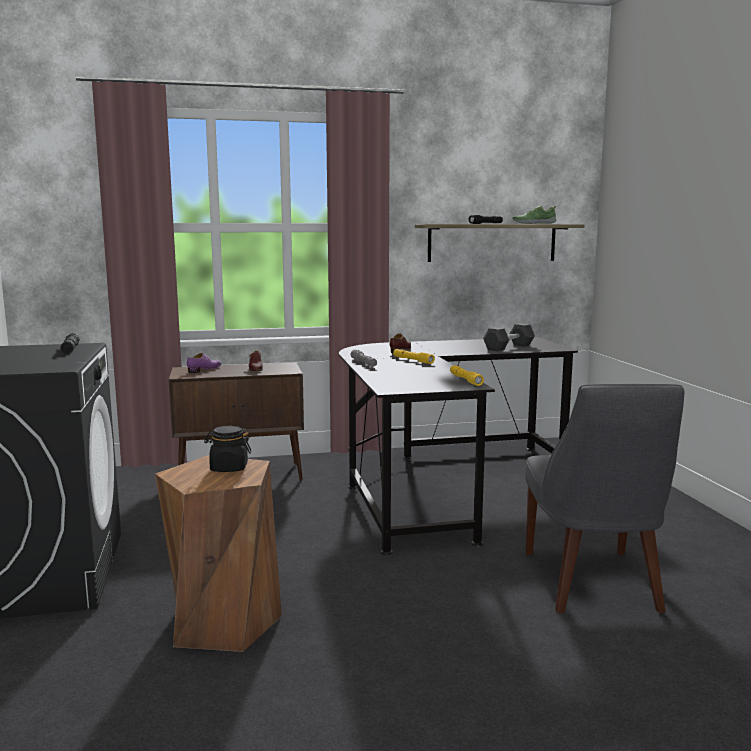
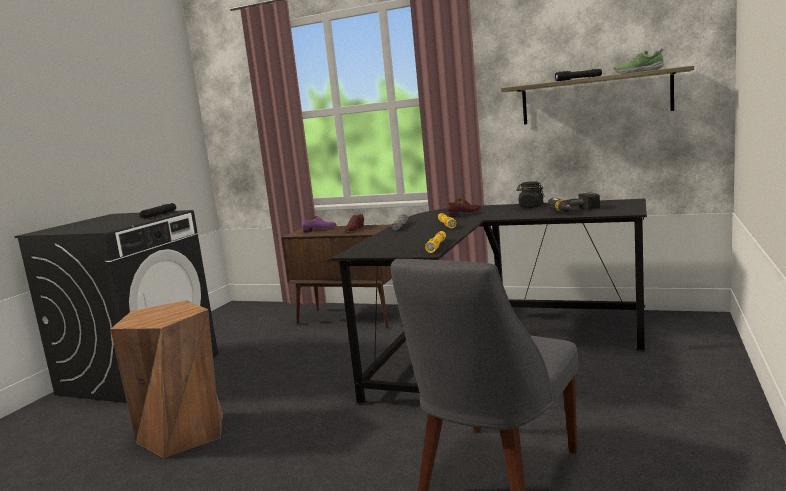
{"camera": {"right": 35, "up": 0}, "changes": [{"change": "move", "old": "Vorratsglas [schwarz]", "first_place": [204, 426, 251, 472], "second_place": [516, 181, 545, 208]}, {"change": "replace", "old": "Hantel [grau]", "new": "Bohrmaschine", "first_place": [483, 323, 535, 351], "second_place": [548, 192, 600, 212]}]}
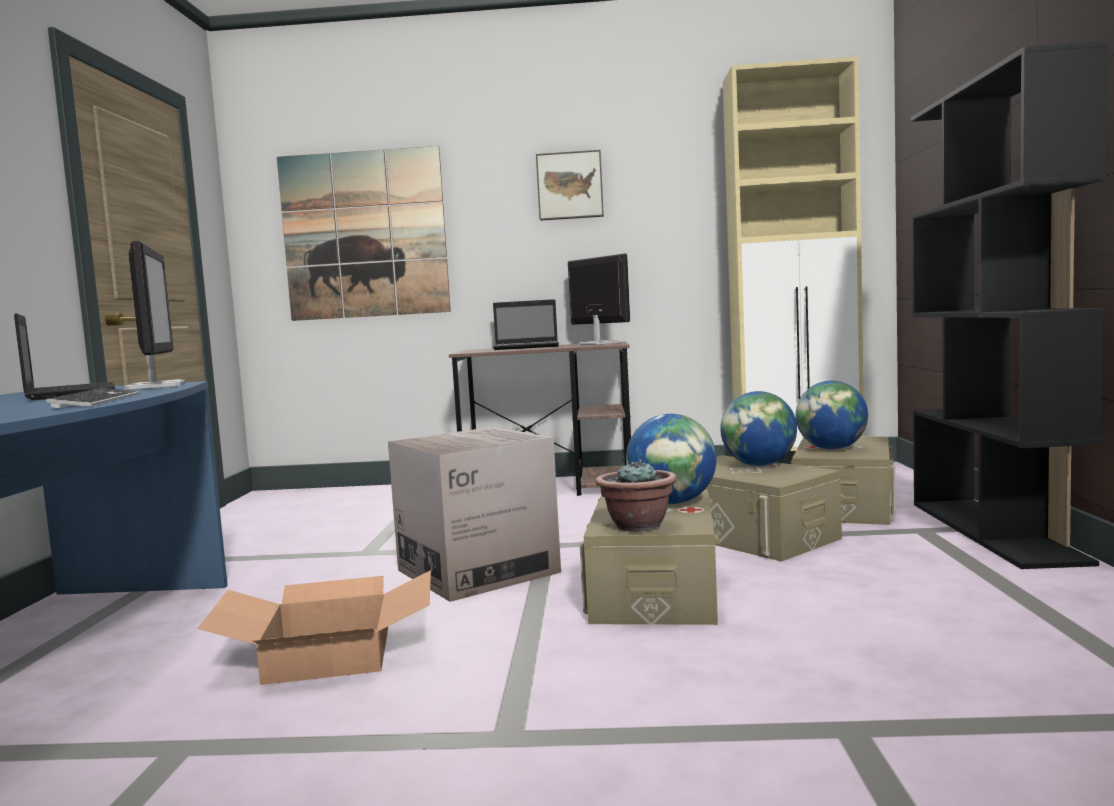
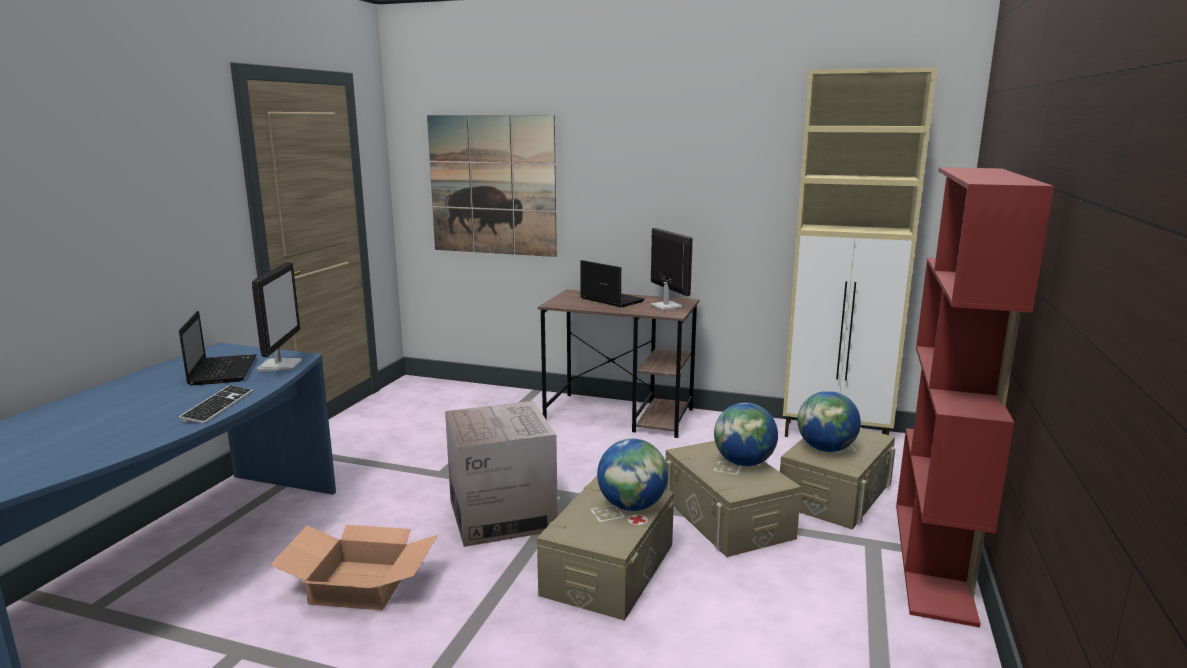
{"camera": {"right": 15, "up": 10}, "changes": [{"change": "rotate", "old": "Laptop", "first_place": [493, 299, 559, 350], "second_place": [580, 260, 645, 307], "degrees": -150}, {"change": "delete", "old": "Bild", "first_place": [536, 150, 604, 221]}, {"change": "delete", "old": "Topfpflanze", "first_place": [595, 459, 677, 532]}, {"change": "recolor", "old": "Bücherregal [schwarz]", "new": "Bücherregal [rot]", "first_place": [911, 40, 1108, 569], "second_place": [896, 167, 1054, 627]}]}
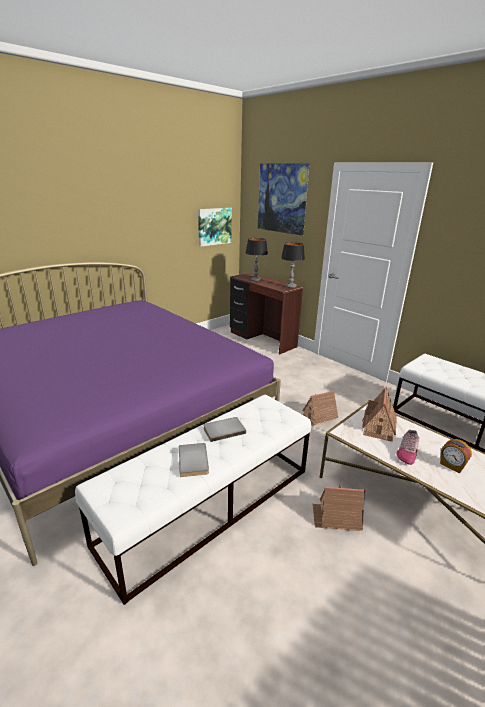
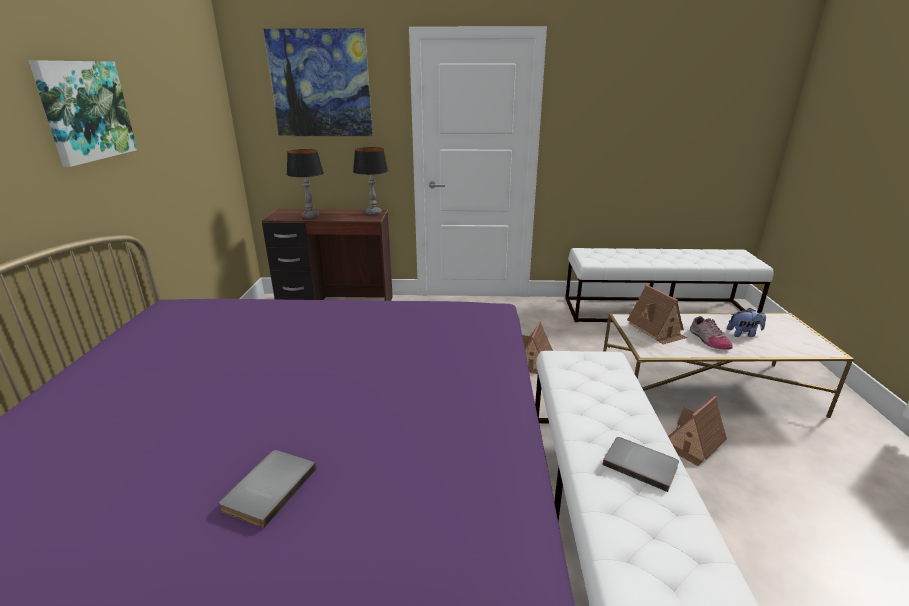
{"camera": {"right": -45, "up": 0}, "changes": [{"change": "move", "old": "Bild", "first_place": [198, 208, 232, 247], "second_place": [29, 60, 137, 167]}, {"change": "move", "old": "Buch [grau]", "first_place": [203, 417, 246, 442], "second_place": [219, 450, 317, 528]}, {"change": "replace", "old": "Wecker", "new": "Plüschtier", "first_place": [440, 439, 472, 474], "second_place": [727, 308, 766, 337]}]}
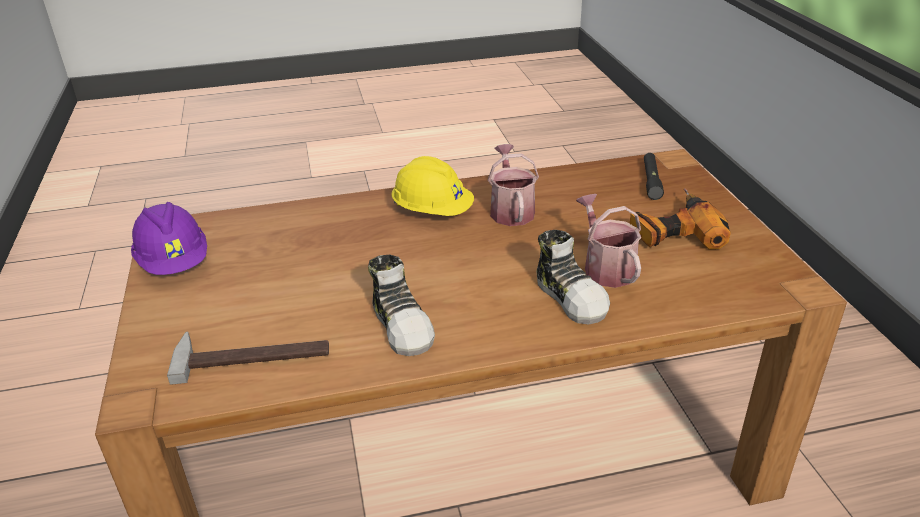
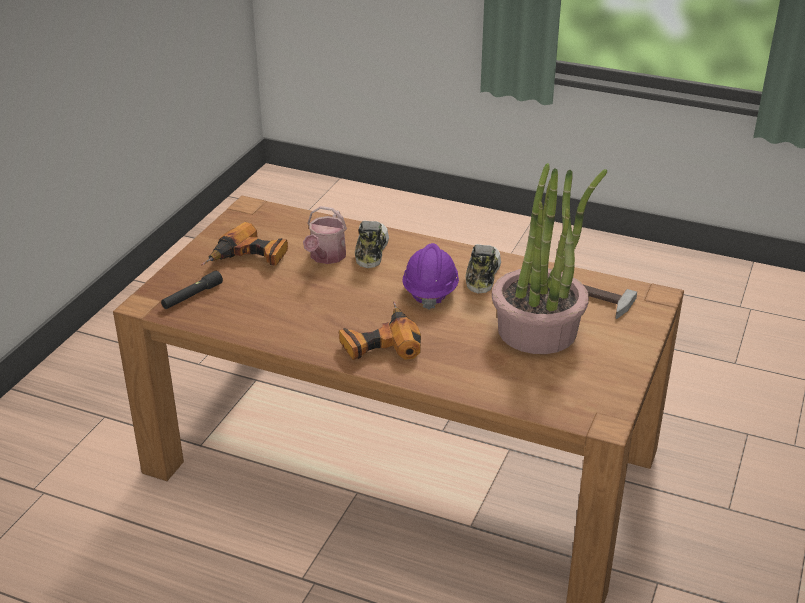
{"camera": {"right": -145, "up": 0}, "changes": [{"change": "move", "old": "Schutzhelm [lila]", "first_place": [131, 202, 207, 275], "second_place": [403, 243, 459, 310]}, {"change": "replace", "old": "Schutzhelm [gelb]", "new": "Bohrmaschine", "first_place": [391, 156, 474, 216], "second_place": [339, 302, 421, 360]}, {"change": "delete", "old": "Gießkanne", "first_place": [488, 144, 539, 226]}, {"change": "insert", "new": "Topfpflanze", "second_place": [492, 163, 607, 354]}]}
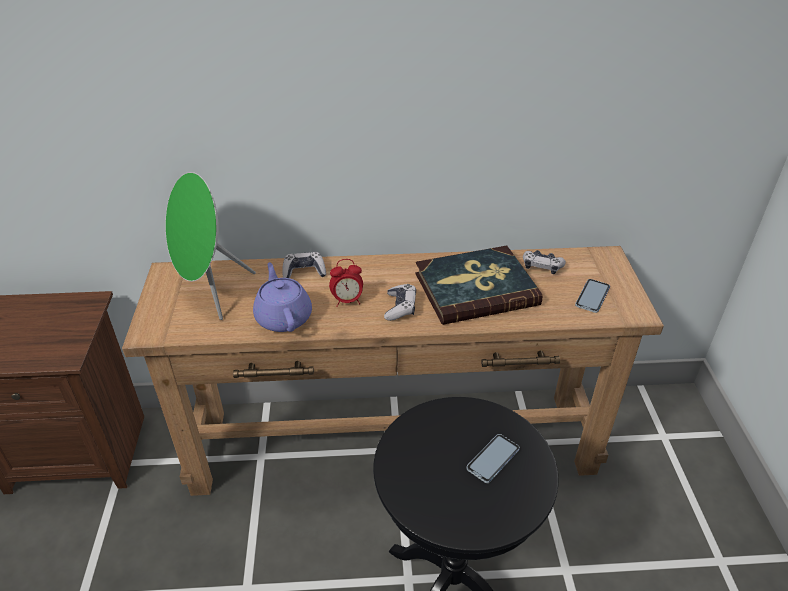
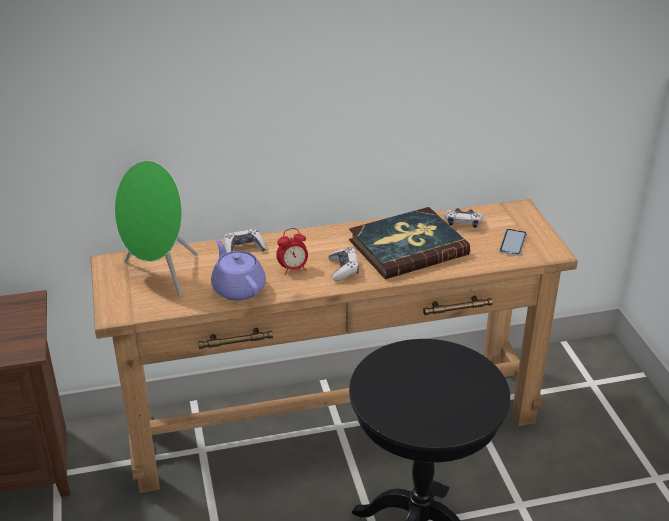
{"camera": {"right": -10, "up": -5}, "changes": [{"change": "delete", "old": "Handy", "first_place": [466, 434, 520, 483]}]}
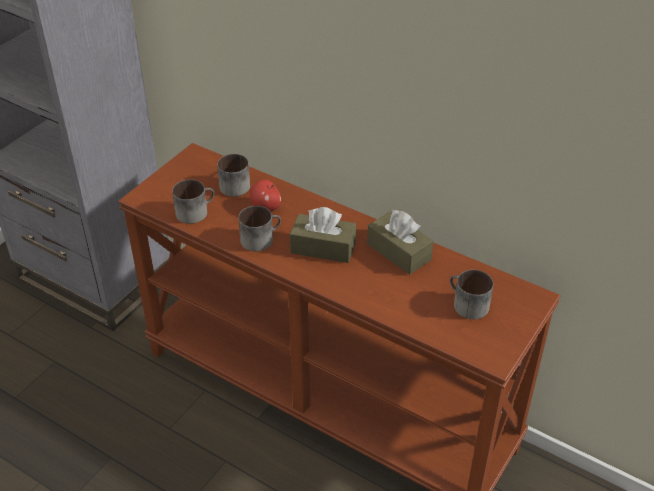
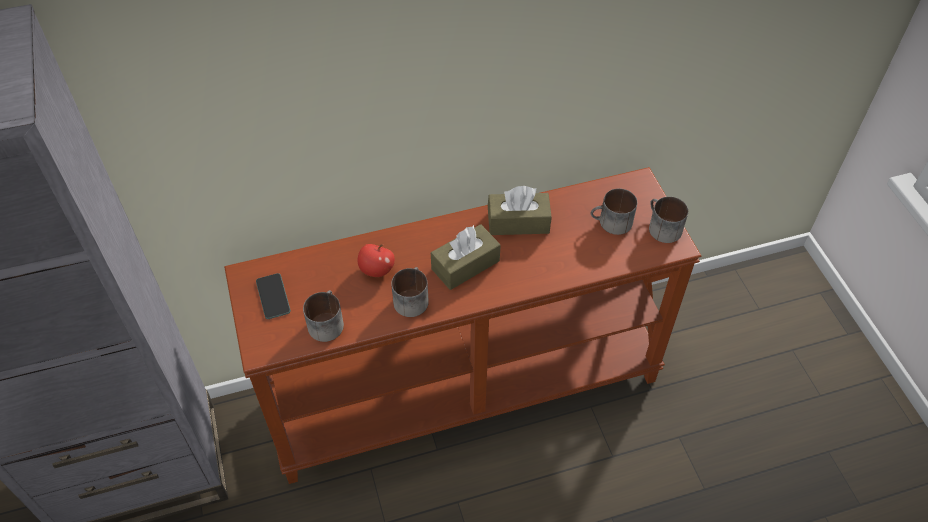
{"camera": {"right": -50, "up": 10}, "changes": [{"change": "move", "old": "Henkelbecher", "first_place": [217, 154, 250, 197], "second_place": [649, 197, 688, 243]}, {"change": "insert", "new": "Handy", "second_place": [256, 273, 291, 319]}]}
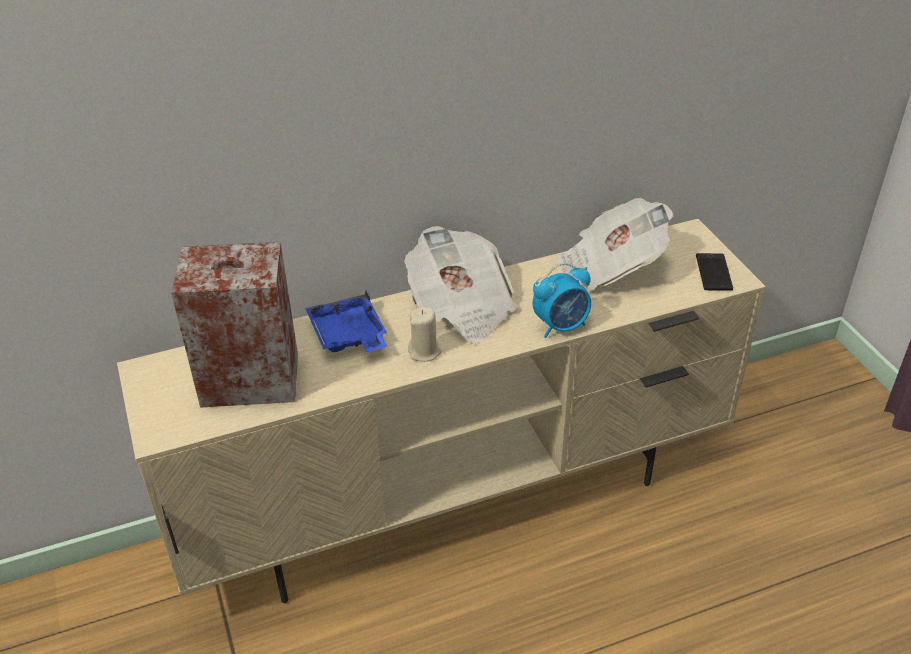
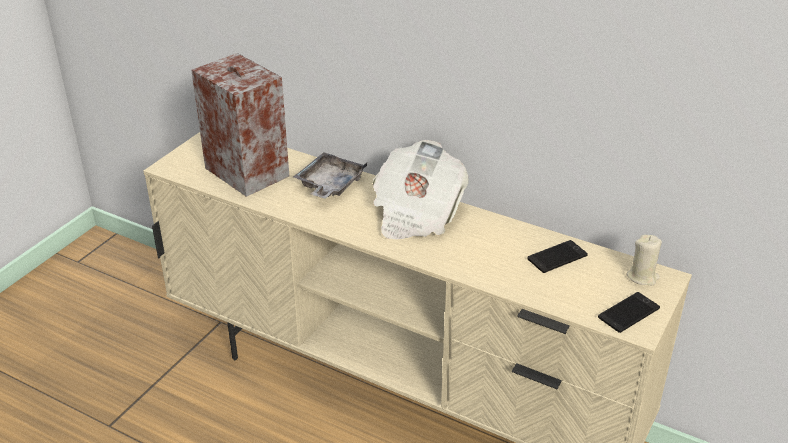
{"camera": {"right": 50, "up": -5}, "changes": [{"change": "recolor", "old": "Tablett [blau]", "new": "Tablett [grau]", "first_place": [305, 290, 387, 352], "second_place": [293, 152, 367, 199]}, {"change": "move", "old": "Kerze [beige]", "first_place": [408, 307, 442, 362], "second_place": [626, 235, 662, 285]}, {"change": "delete", "old": "Wecker", "first_place": [533, 263, 591, 338]}, {"change": "replace", "old": "Zeitung", "new": "Handy", "first_place": [555, 198, 674, 291], "second_place": [527, 240, 588, 273]}]}
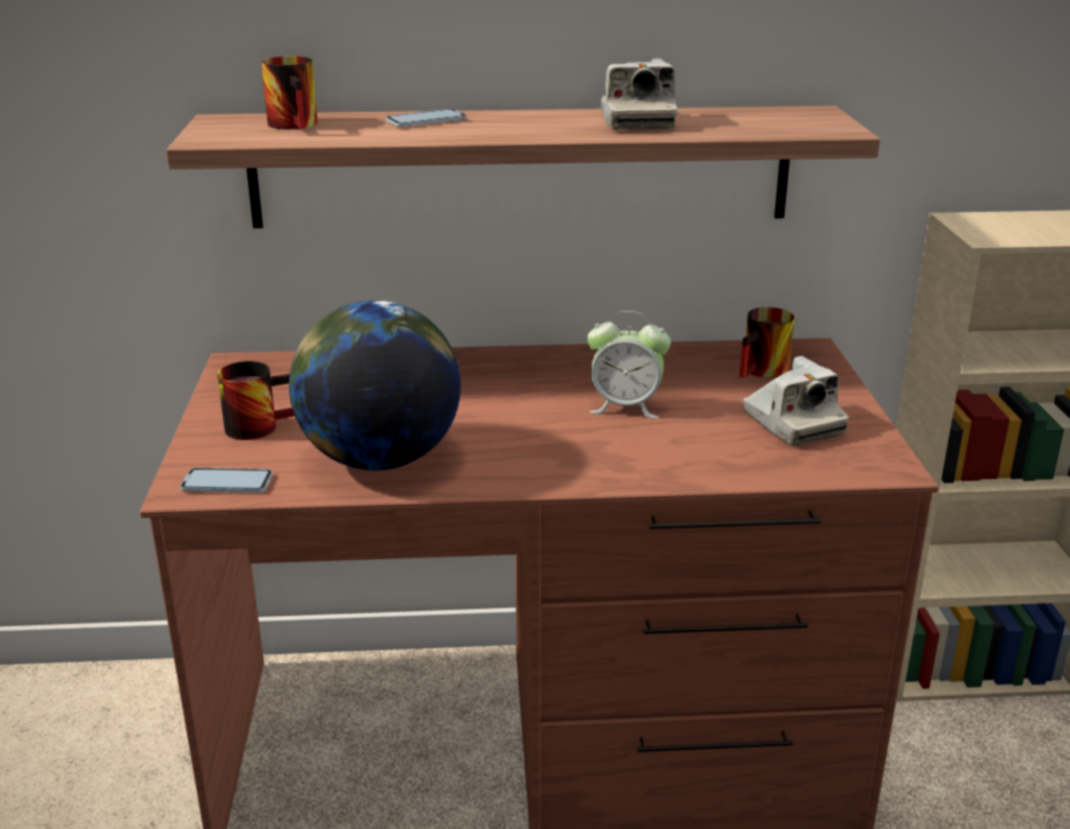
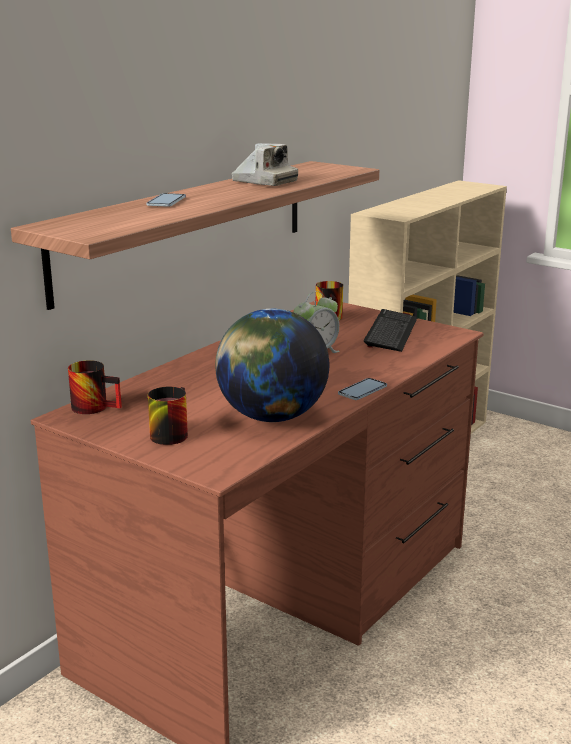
{"camera": {"right": -50, "up": -5}, "changes": [{"change": "move", "old": "Handy", "first_place": [180, 468, 273, 493], "second_place": [338, 378, 387, 400]}, {"change": "move", "old": "Henkelbecher", "first_place": [261, 56, 318, 129], "second_place": [68, 360, 122, 414]}, {"change": "replace", "old": "Kamera", "new": "Tastatur", "first_place": [743, 356, 849, 446], "second_place": [364, 309, 417, 352]}]}
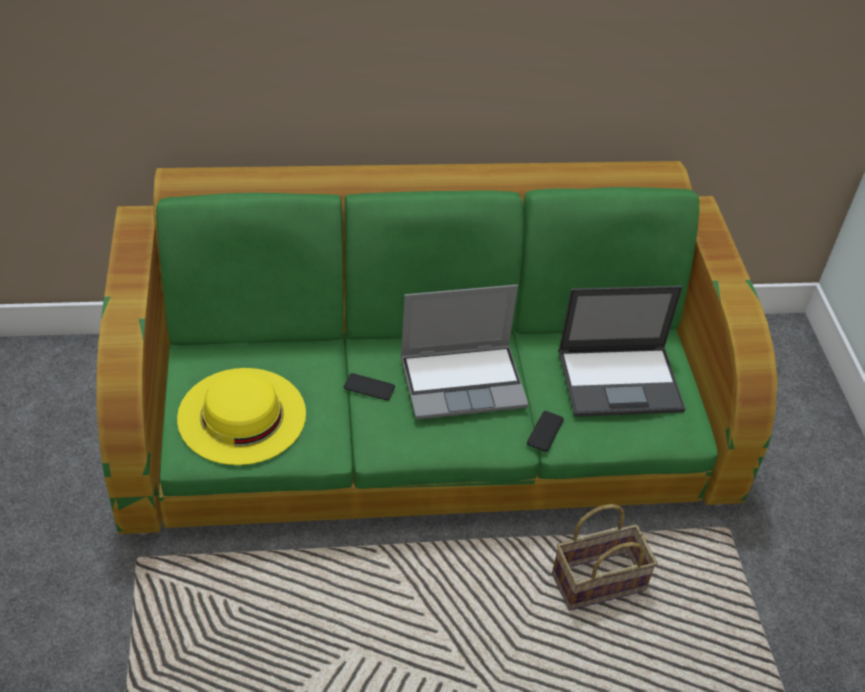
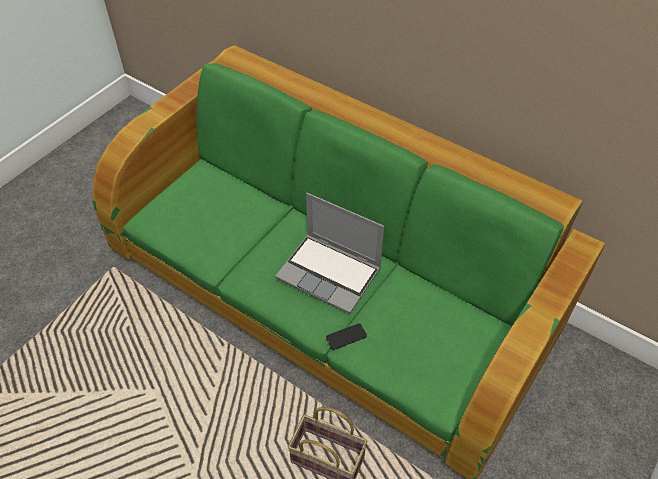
{"camera": {"right": 45, "up": 5}, "changes": [{"change": "delete", "old": "Hut [gelb]", "first_place": [177, 368, 306, 465]}, {"change": "delete", "old": "Handy", "first_place": [344, 373, 395, 401]}, {"change": "delete", "old": "Laptop", "first_place": [558, 286, 685, 417]}]}
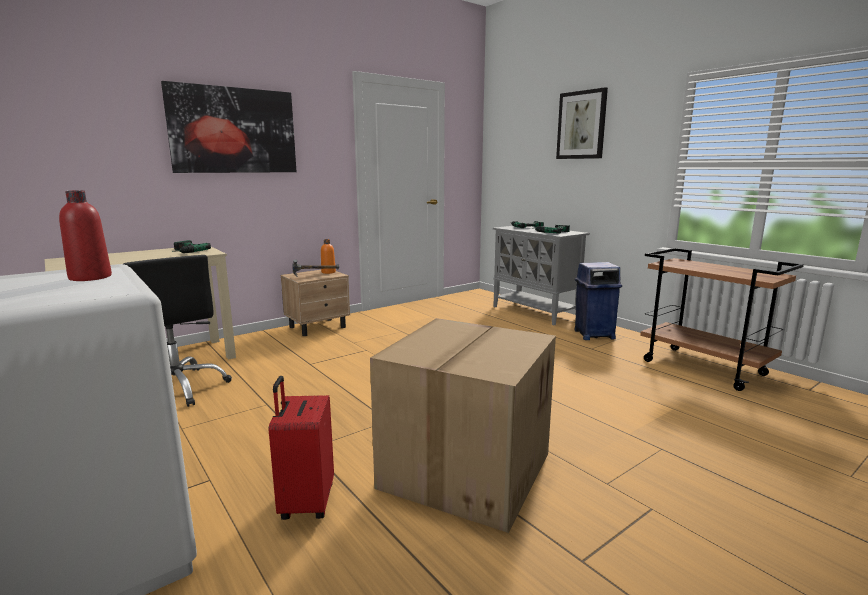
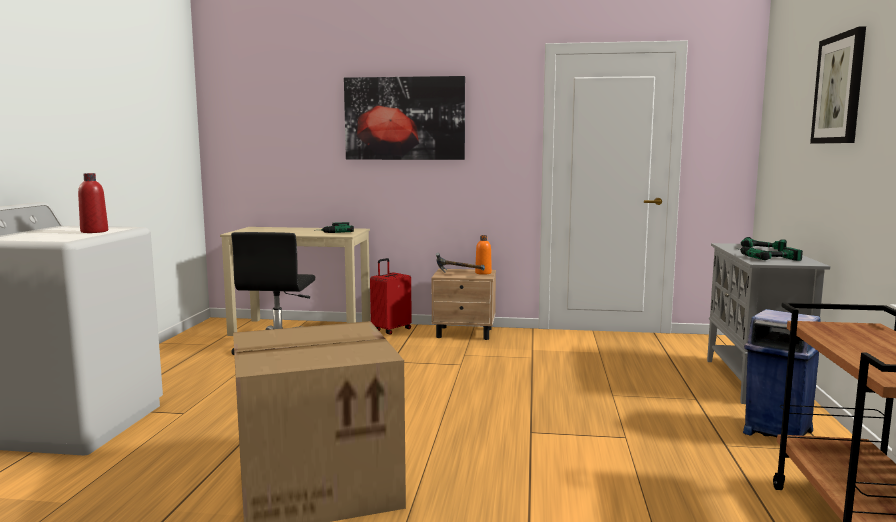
{"camera": {"right": 45, "up": -5}, "changes": [{"change": "move", "old": "Koffer [rot]", "first_place": [269, 376, 334, 520], "second_place": [370, 258, 412, 335]}]}
